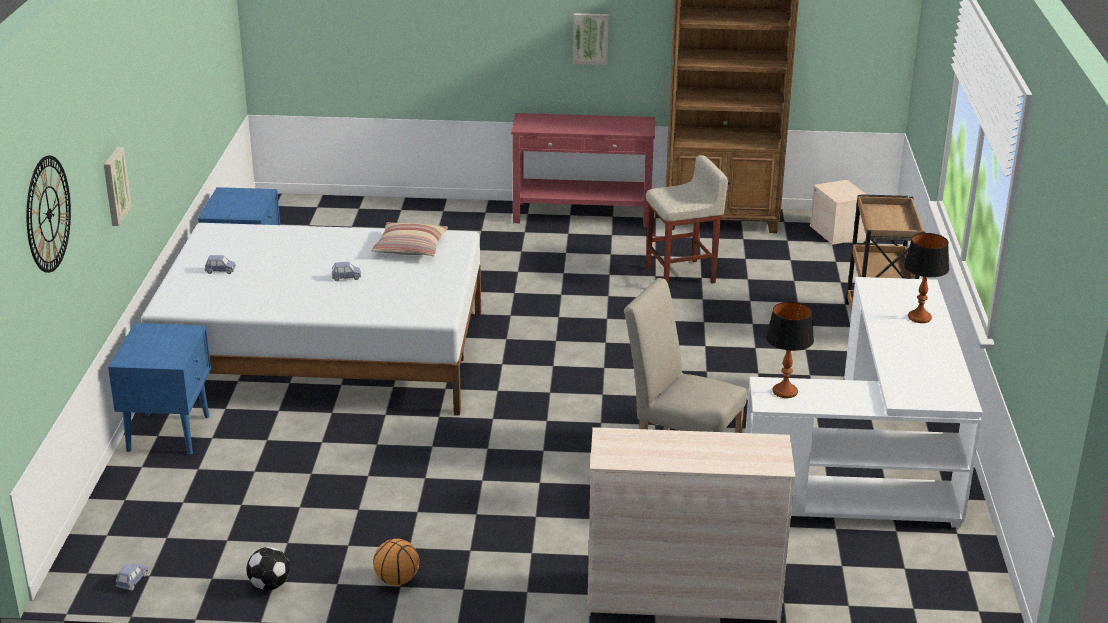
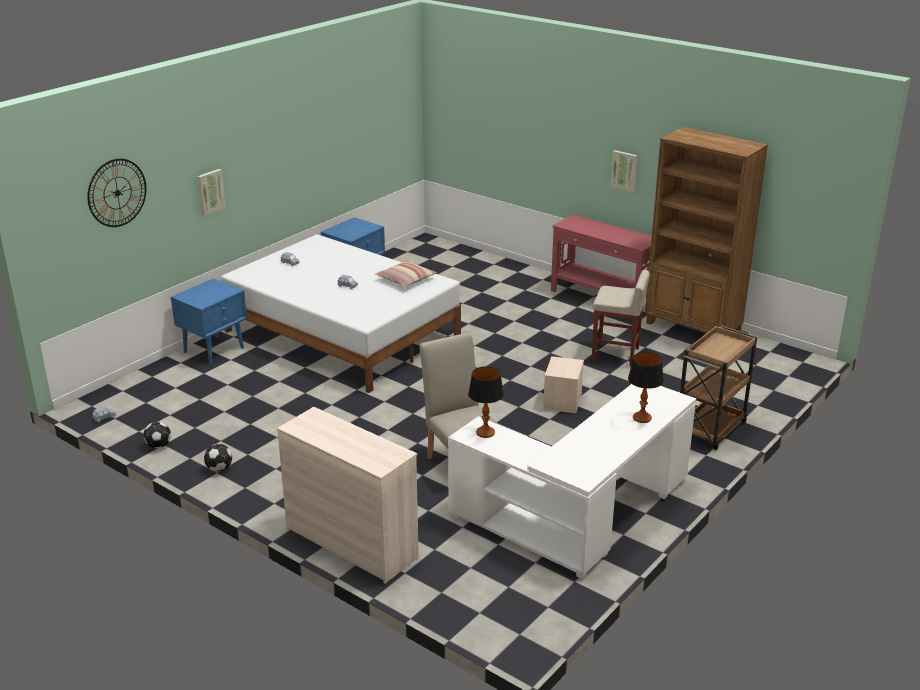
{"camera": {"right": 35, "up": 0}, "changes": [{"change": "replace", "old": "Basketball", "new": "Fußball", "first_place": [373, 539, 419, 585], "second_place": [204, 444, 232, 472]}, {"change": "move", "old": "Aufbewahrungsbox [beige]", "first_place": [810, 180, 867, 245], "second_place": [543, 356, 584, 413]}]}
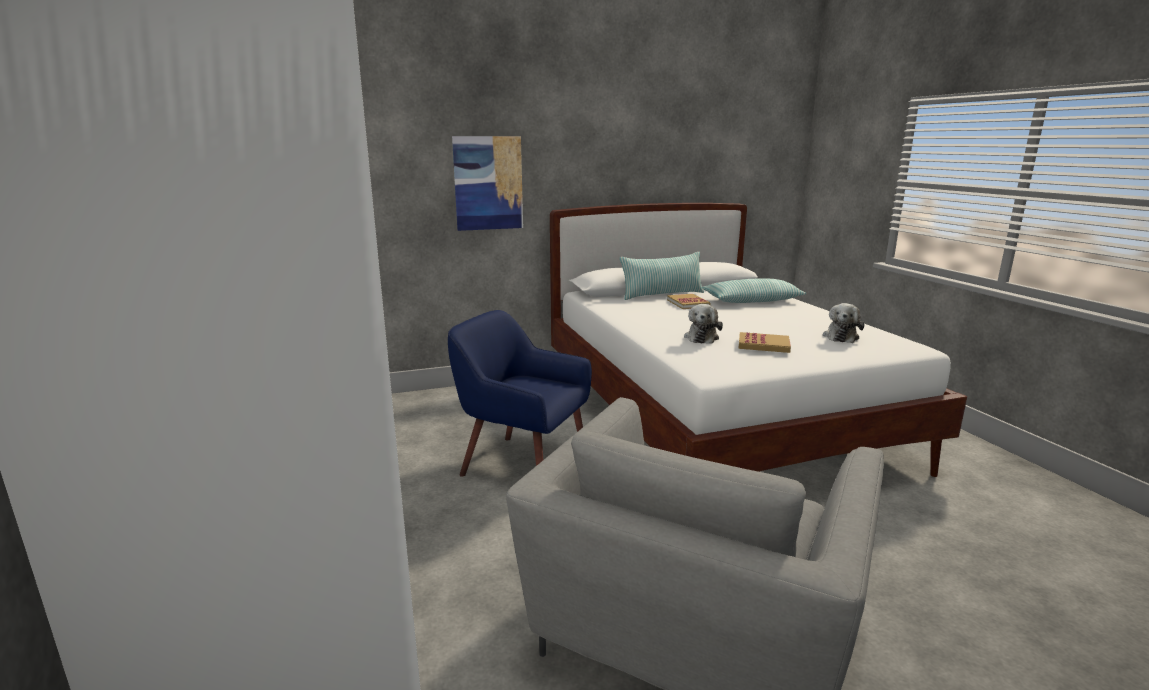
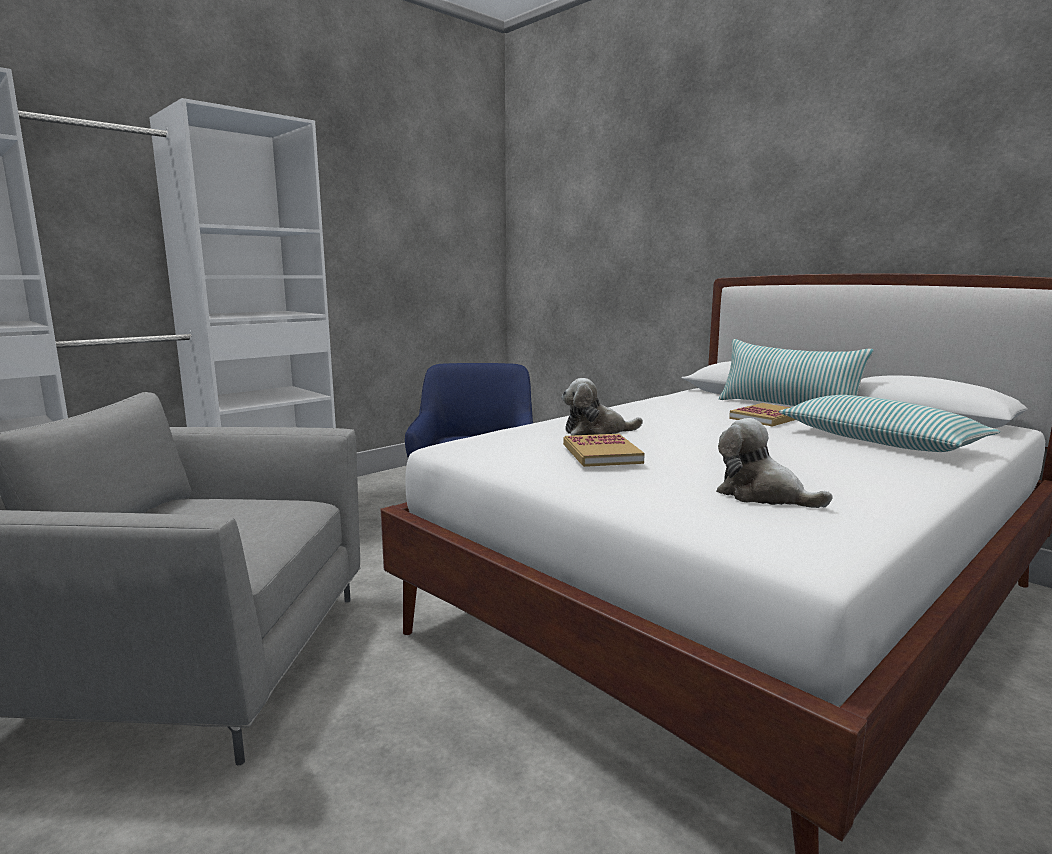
{"camera": {"right": 65, "up": -5}, "changes": [{"change": "delete", "old": "Bild", "first_place": [452, 136, 523, 231]}, {"change": "rotate", "old": "Plüschtier", "first_place": [823, 303, 864, 343], "second_place": [716, 418, 833, 508], "degrees": 45}]}
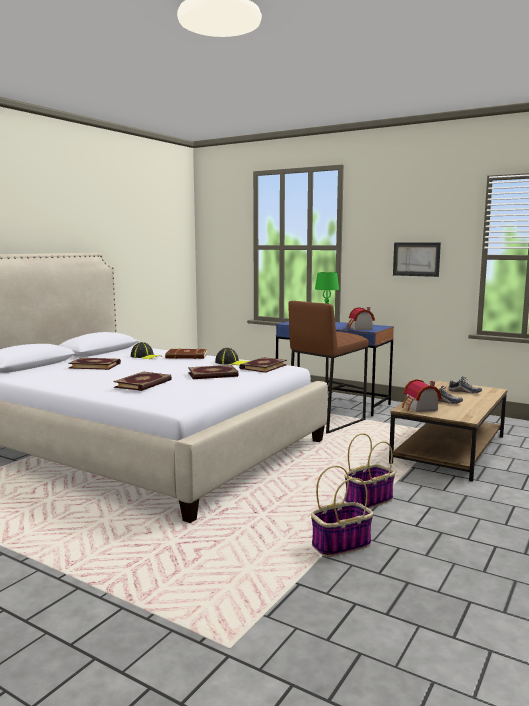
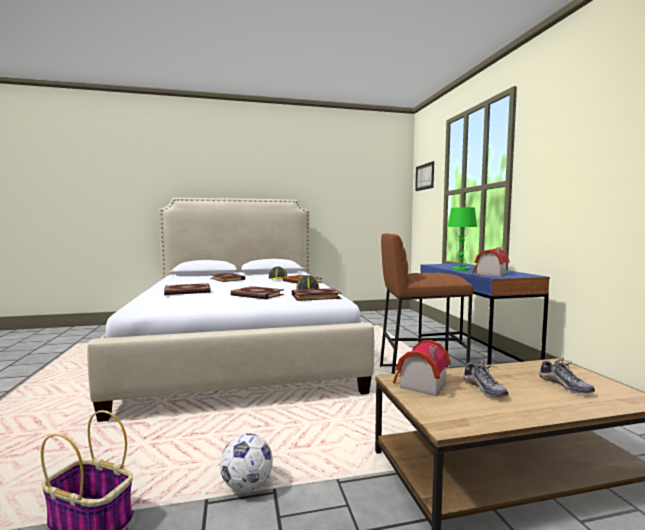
{"camera": {"right": 45, "up": -5}, "changes": [{"change": "replace", "old": "Korb", "new": "Fußball", "first_place": [344, 433, 395, 509], "second_place": [220, 433, 273, 492]}, {"change": "move", "old": "Bild", "first_place": [393, 243, 441, 277], "second_place": [415, 161, 434, 191]}]}
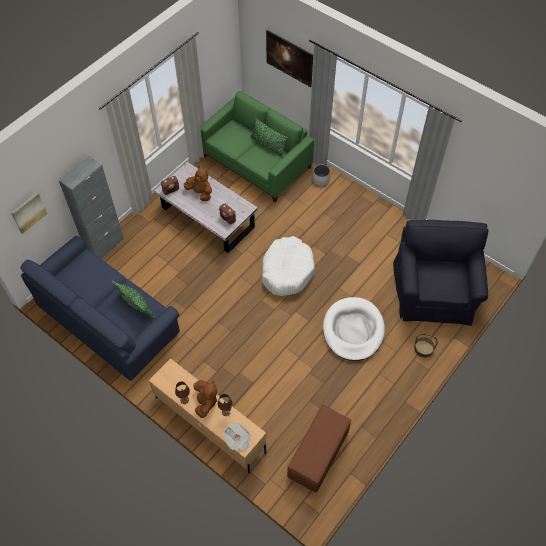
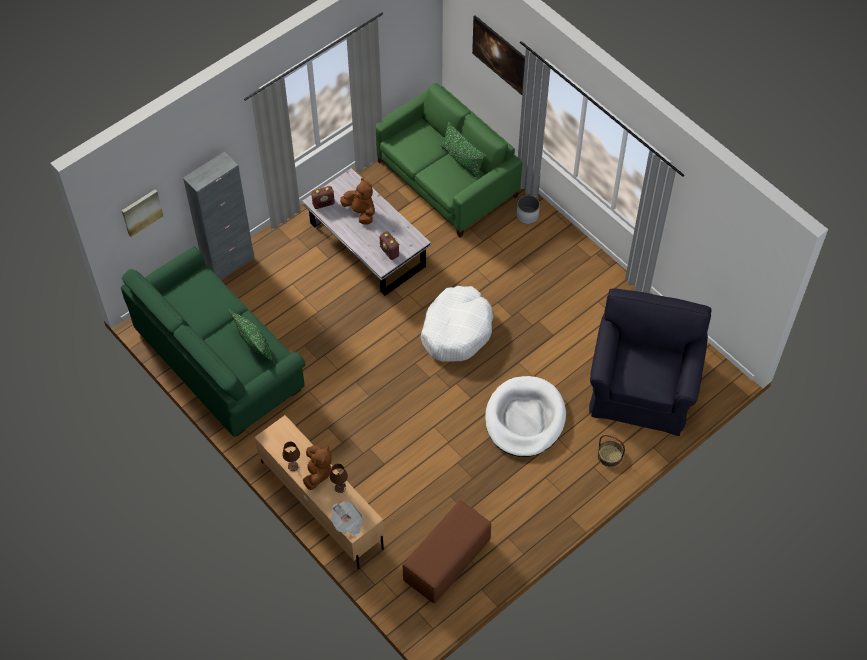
{"camera": {"right": 10, "up": 0}, "changes": [{"change": "recolor", "old": "Sofa [blau]", "new": "Sofa [grün]", "first_place": [21, 236, 180, 381], "second_place": [121, 246, 305, 437]}]}
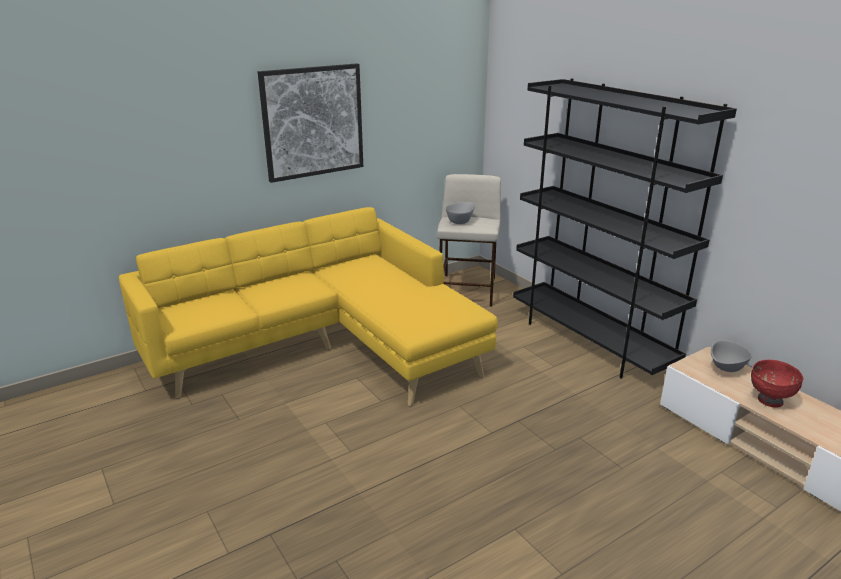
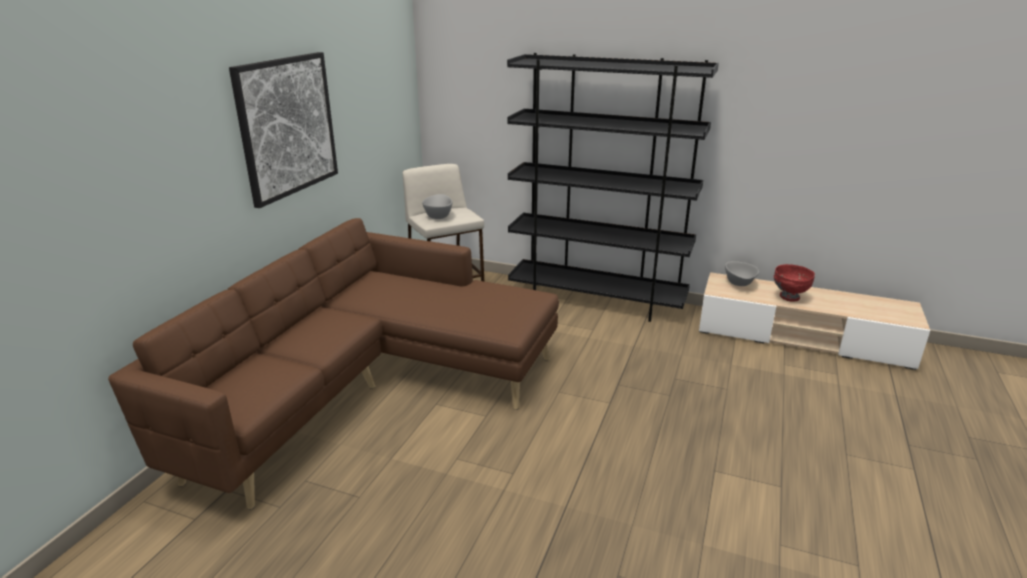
{"camera": {"right": -35, "up": 0}, "changes": [{"change": "recolor", "old": "Sofa [gelb]", "new": "Sofa [braun]", "first_place": [119, 207, 498, 406], "second_place": [108, 218, 559, 510]}]}
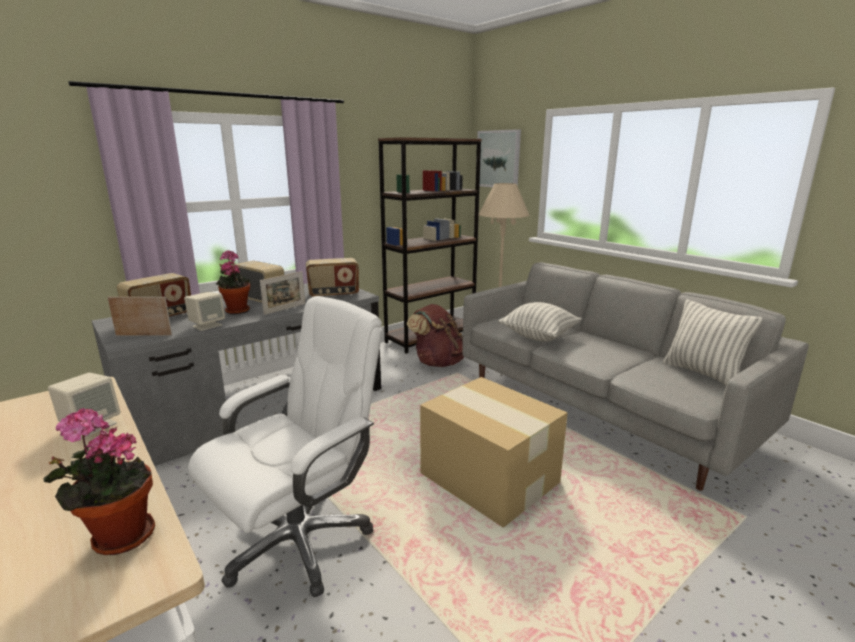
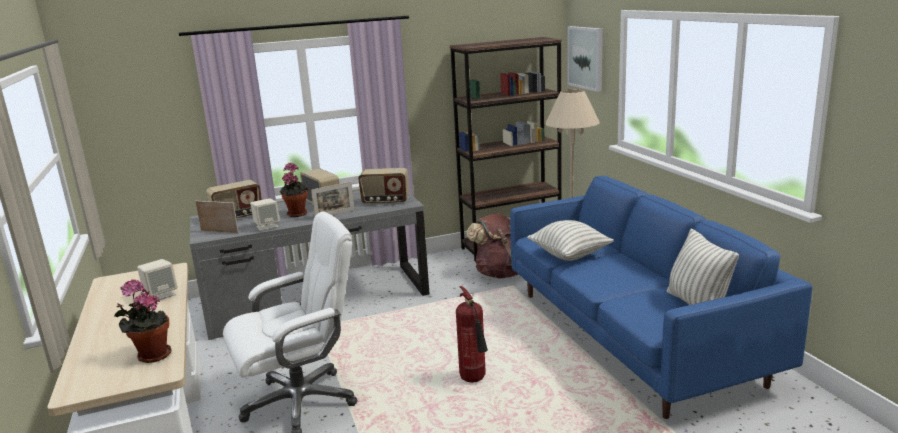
{"camera": {"right": 20, "up": 0}, "changes": [{"change": "replace", "old": "Karton", "new": "Feuerlöscher", "first_place": [420, 377, 568, 528], "second_place": [456, 286, 488, 383]}, {"change": "recolor", "old": "Sofa [grau]", "new": "Sofa [blau]", "first_place": [462, 262, 809, 491], "second_place": [510, 176, 813, 419]}]}
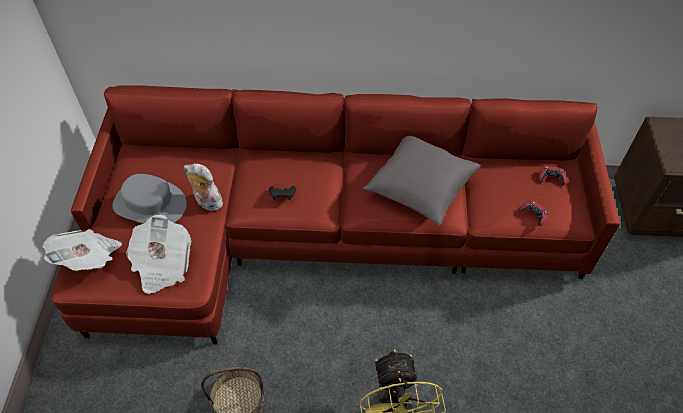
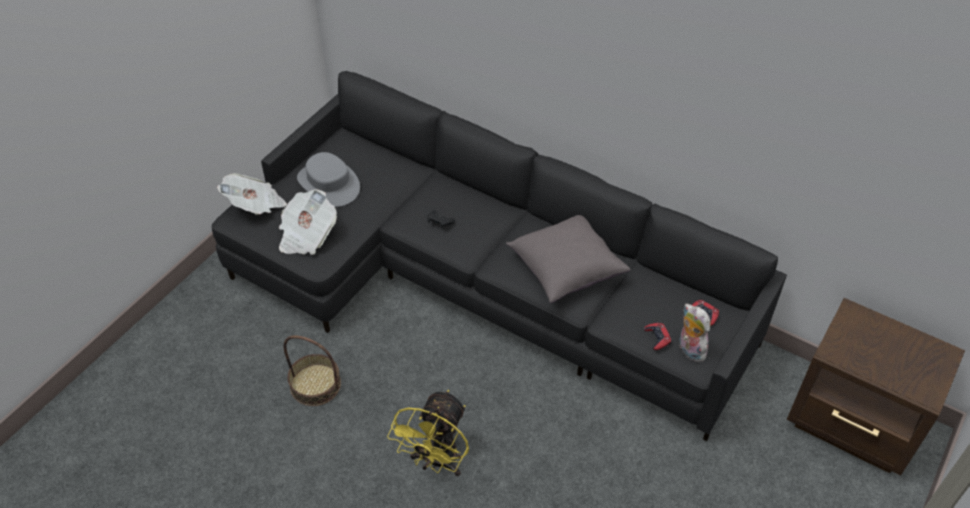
{"camera": {"right": 30, "up": -5}, "changes": [{"change": "recolor", "old": "Sofa [rot]", "new": "Sofa [schwarz]", "first_place": [52, 85, 620, 344], "second_place": [211, 71, 787, 441]}, {"change": "move", "old": "Plüschtier", "first_place": [184, 163, 223, 211], "second_place": [680, 304, 710, 362]}]}
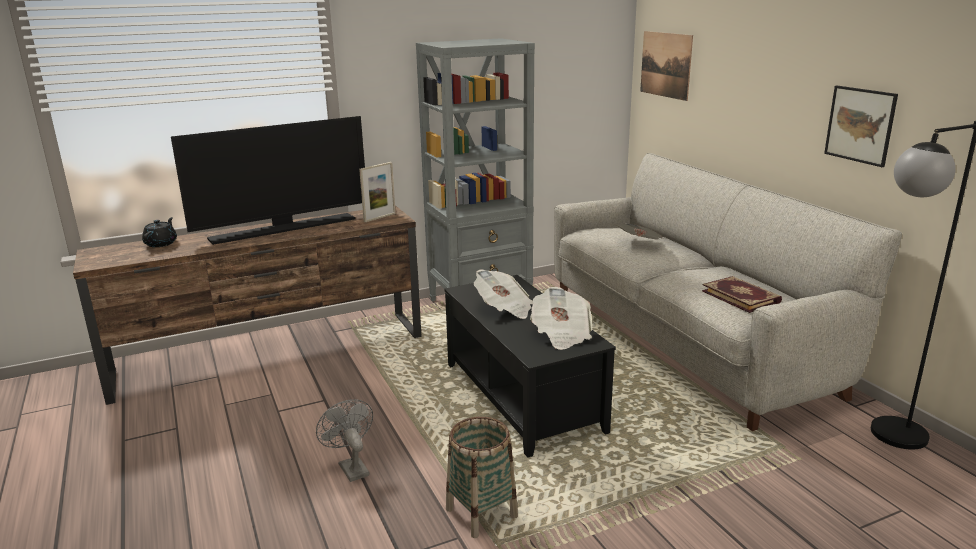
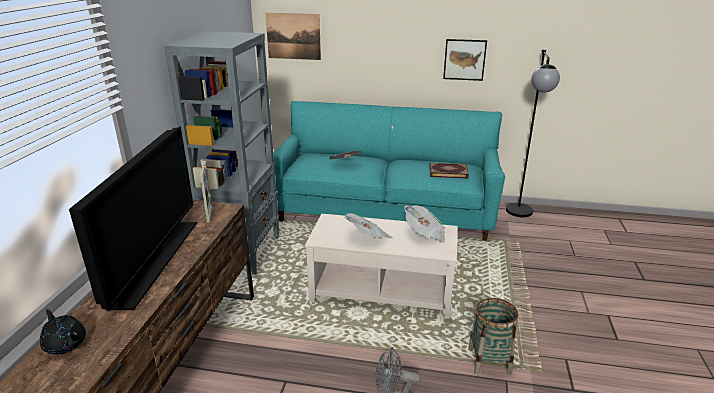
{"camera": {"right": -55, "up": 5}, "changes": [{"change": "recolor", "old": "Couchtisch [schwarz]", "new": "Couchtisch [beige]", "first_place": [444, 275, 616, 458], "second_place": [305, 213, 458, 319]}, {"change": "recolor", "old": "Sofa [grau]", "new": "Sofa [türkis]", "first_place": [554, 153, 902, 431], "second_place": [273, 101, 505, 241]}]}
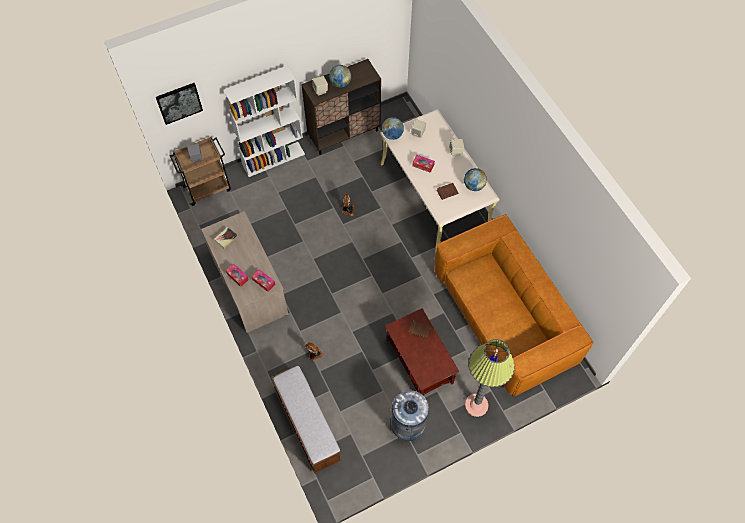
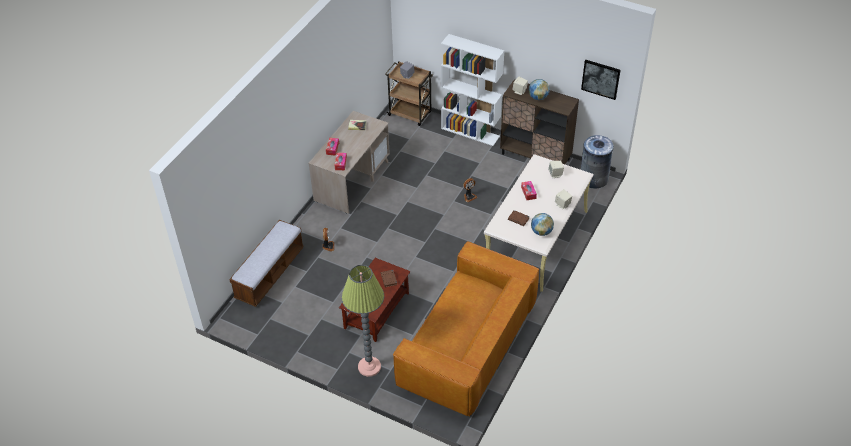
{"camera": {"right": 55, "up": -15}, "changes": [{"change": "move", "old": "Bild", "first_place": [156, 83, 203, 125], "second_place": [581, 60, 620, 100]}, {"change": "delete", "old": "Globus", "first_place": [382, 117, 404, 140]}, {"change": "move", "old": "Mülleimer [grau]", "first_place": [391, 390, 429, 441], "second_place": [581, 135, 614, 189]}]}
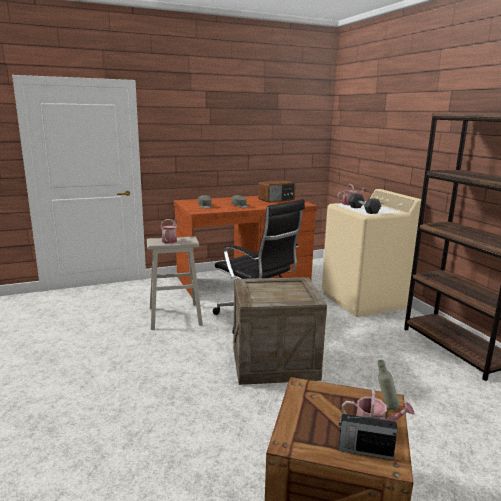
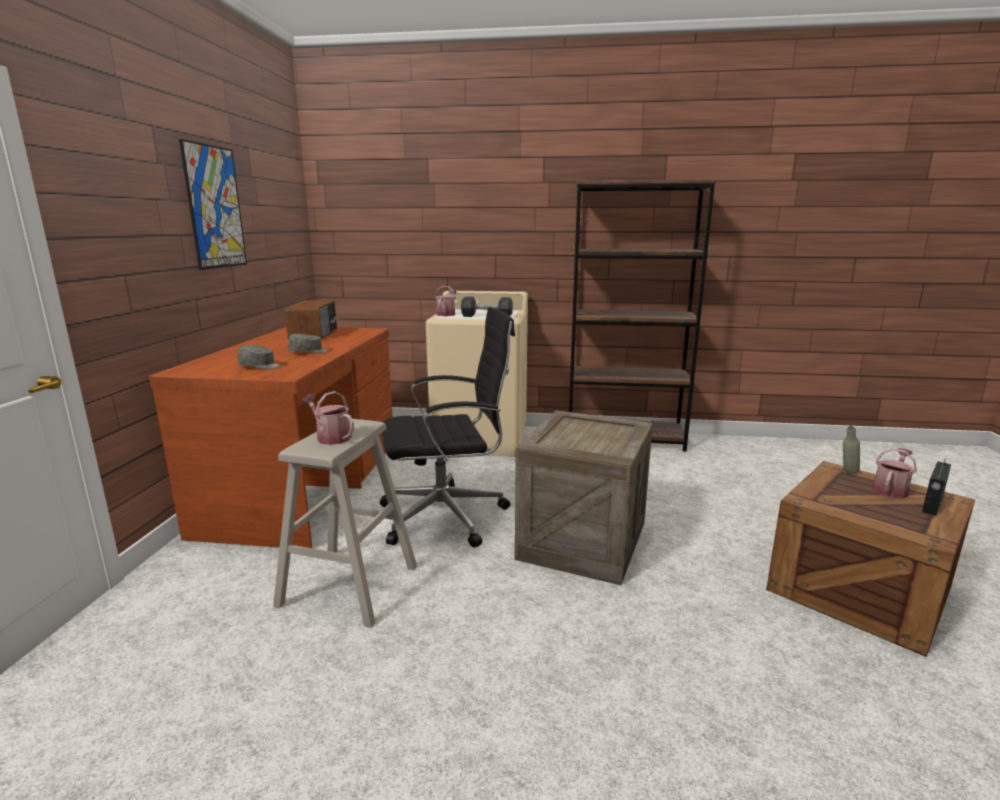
{"camera": {"right": -60, "up": 0}, "changes": [{"change": "insert", "new": "Bild", "second_place": [179, 139, 247, 270]}]}
